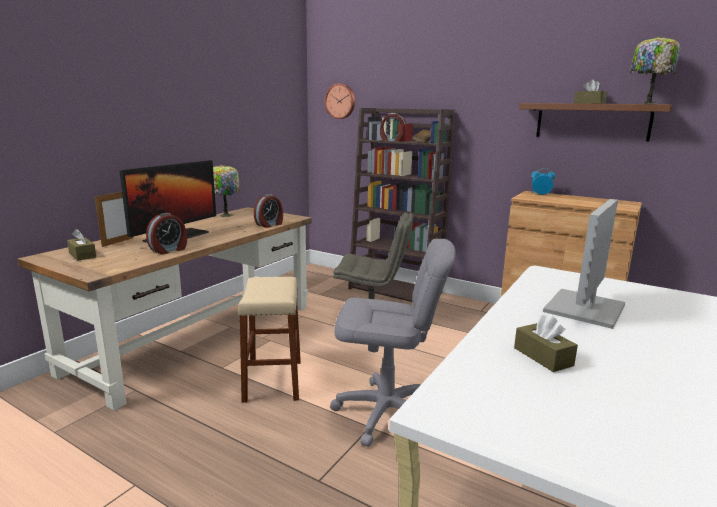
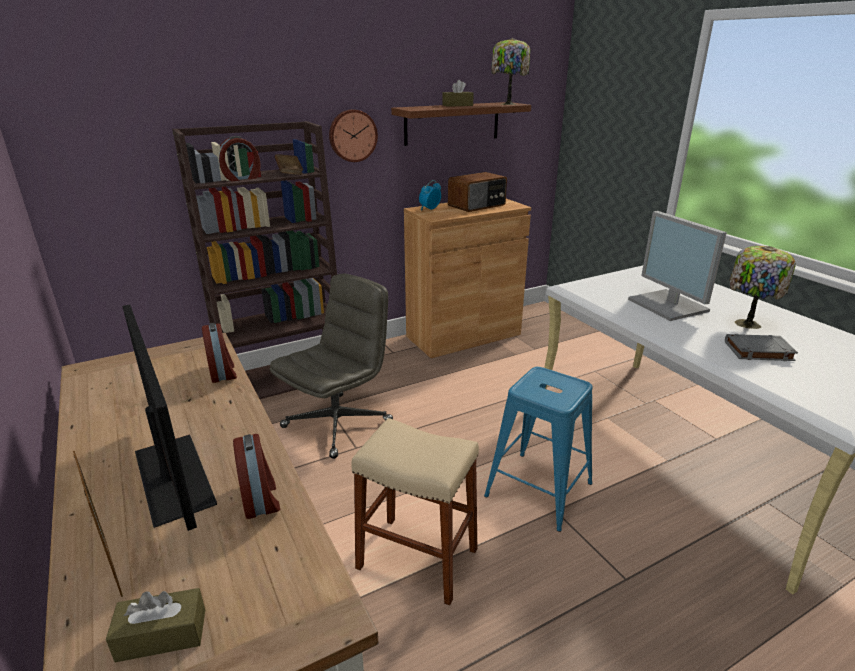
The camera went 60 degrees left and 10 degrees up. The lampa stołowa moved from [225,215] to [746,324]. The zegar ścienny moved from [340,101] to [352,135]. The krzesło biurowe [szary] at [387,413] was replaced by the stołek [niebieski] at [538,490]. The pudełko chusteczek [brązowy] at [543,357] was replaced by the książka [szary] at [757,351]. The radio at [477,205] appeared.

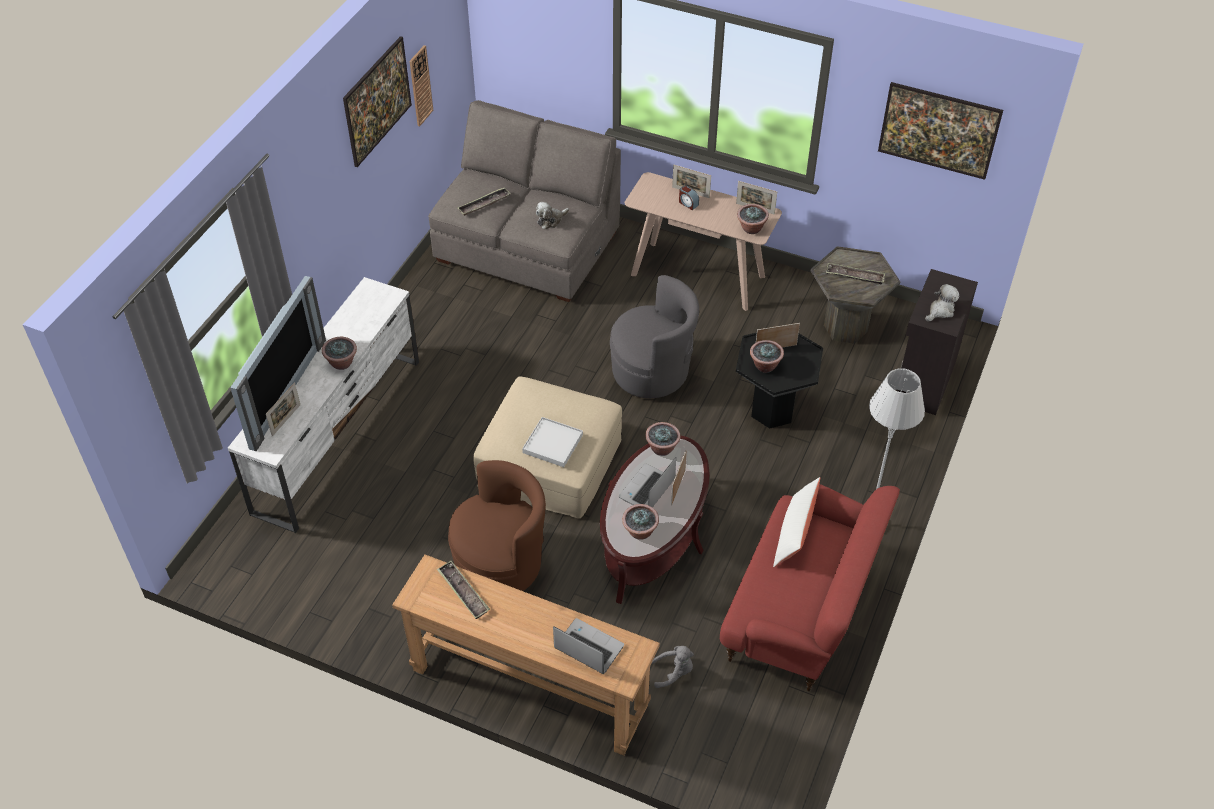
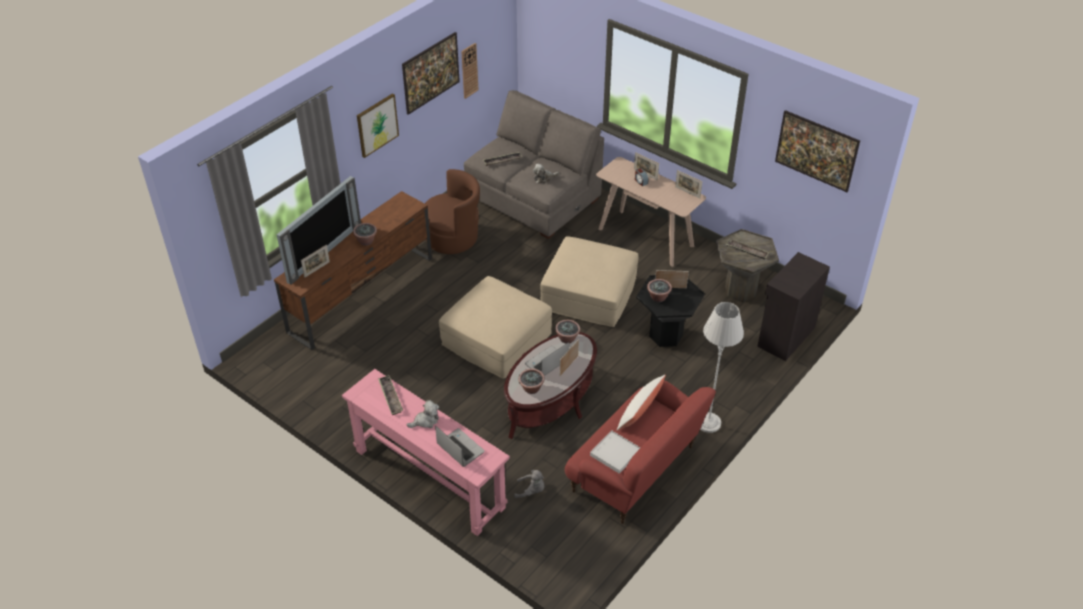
The camera went 15 degrees right and 5 degrees down. The szafka pod telewizor [biały] at [339,434] became the szafka pod telewizor [brązowy] at [362,294]. The stolik konsolowy [brązowy] at [529,687] became the stolik konsolowy [różowy] at [429,478]. The fotel [brązowy] moved from [500,563] to [453,238]. The taca [biały] moved from [553,444] to [615,453]. The fotel [szary] at [652,371] was replaced by the pufa [beżowy] at [589,294]. The roślina doniczkowa at [751,229] disappeared. The pluszak moved from [940,311] to [425,421]. The obraz at [377,125] appeared.

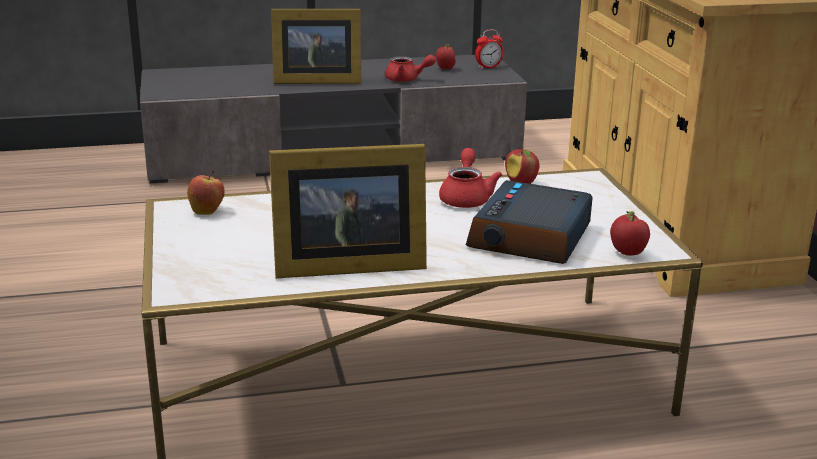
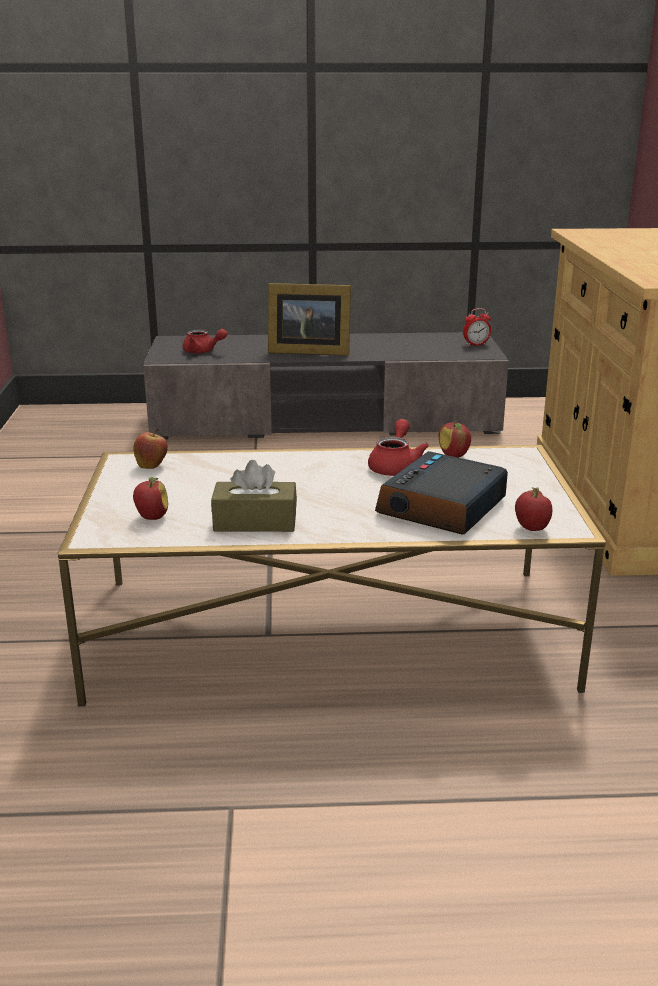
The camera went 10 degrees right and 0 degrees up. The ramka na zdjęcie at [344,265] was replaced by the pudełko chusteczek [brązowy] at [255,522]. The imbryk [czerwony] moved from [407,79] to [203,351]. The jabłko moved from [445,69] to [152,517].

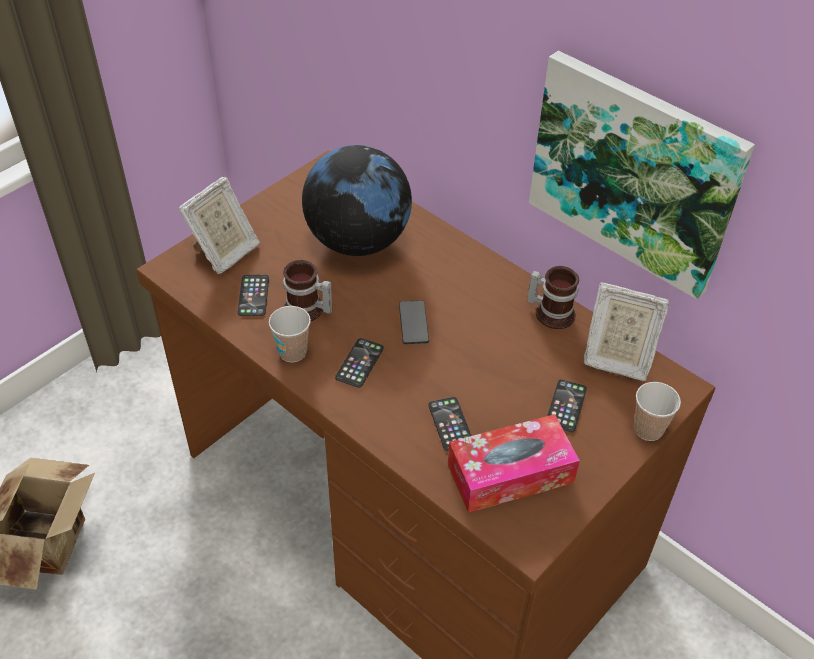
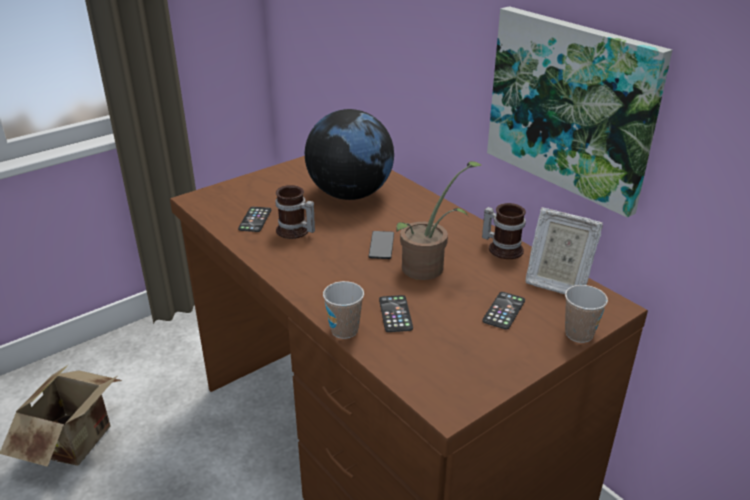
The camera went 10 degrees right and 15 degrees down. The ramka na zdjęcie at [224,253] disappeared. The filiżanka moved from [292,352] to [344,330]. The telefon at [359,363] disappeared. The pudełko chusteczek at [510,473] disappeared. The roślina doniczkowa at [429,267] appeared.

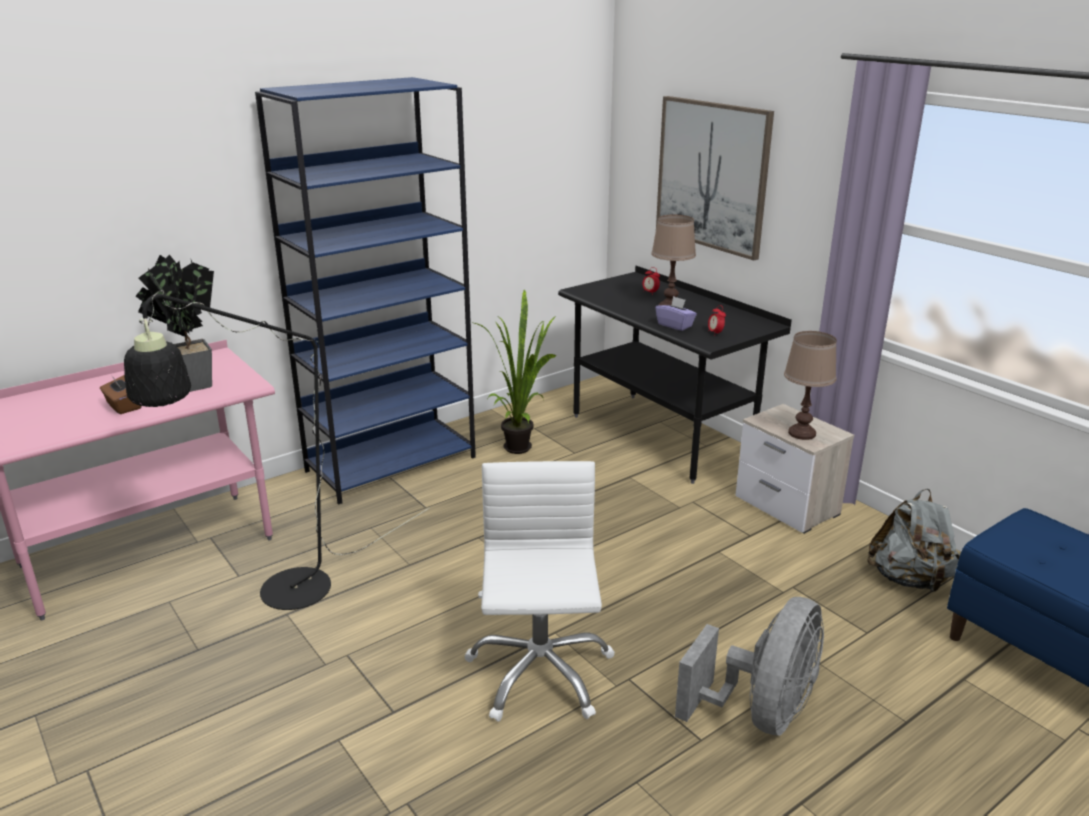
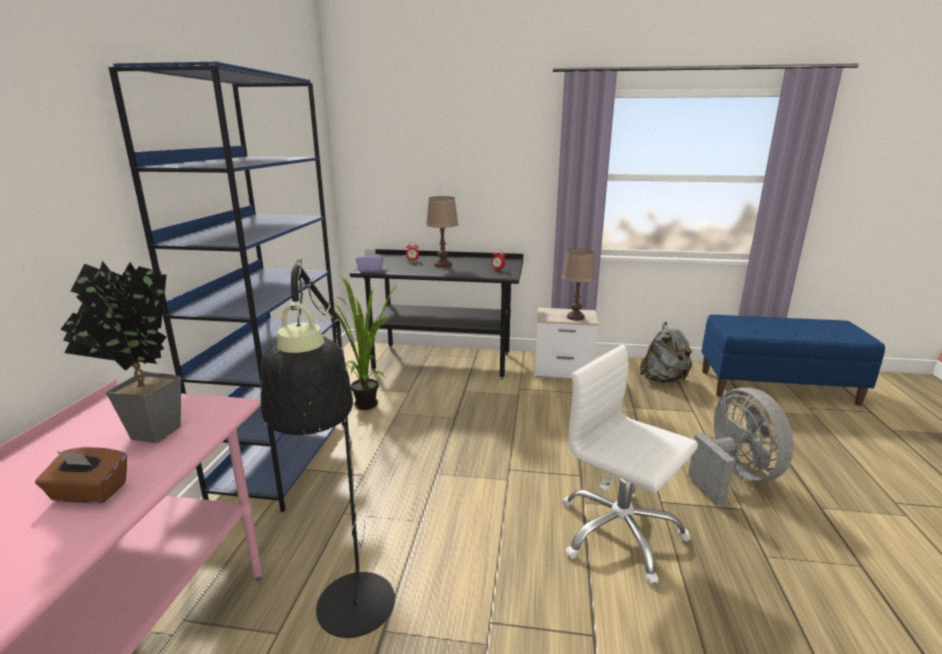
The camera went 45 degrees left and 5 degrees down. The pudełko chusteczek [fioletowy] moved from [675,325] to [370,269]. The obraz at [712,175] disappeared.

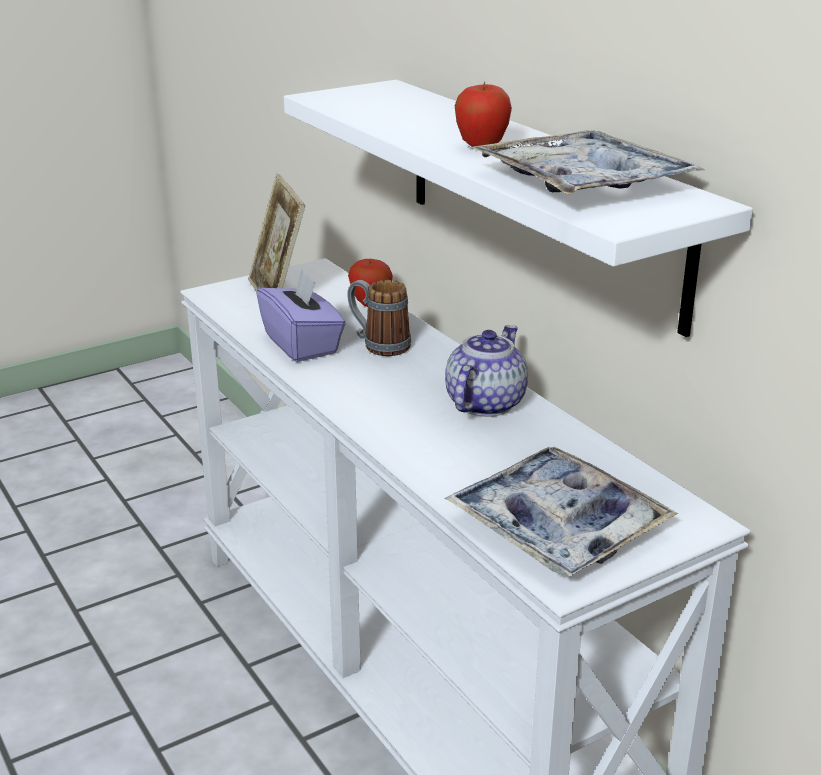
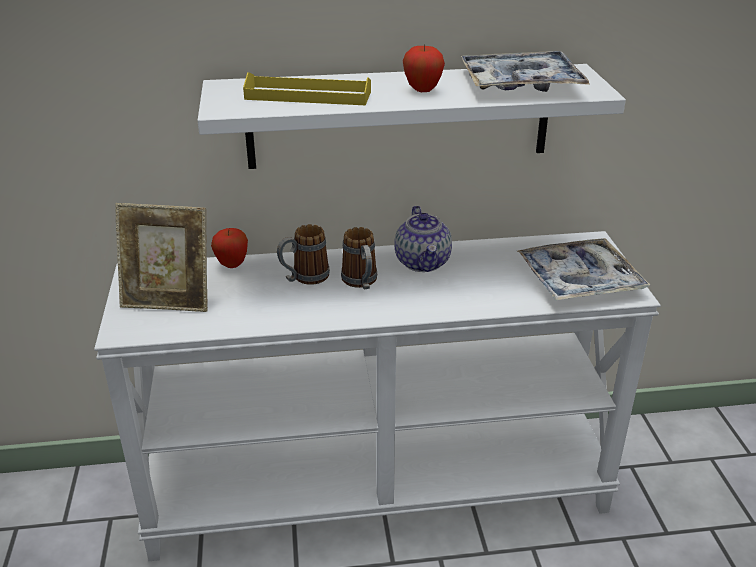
The camera went 65 degrees left and 5 degrees up. The pudełko chusteczek [fioletowy] at [302,344] disappeared. The imbryk at [484,403] turned 150 degrees counterclockwise. The taca [żółty] at [308,95] appeared. The kubek at [361,283] appeared.

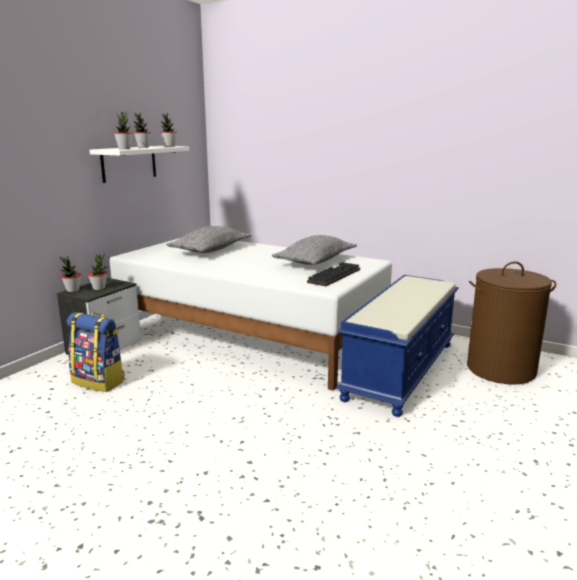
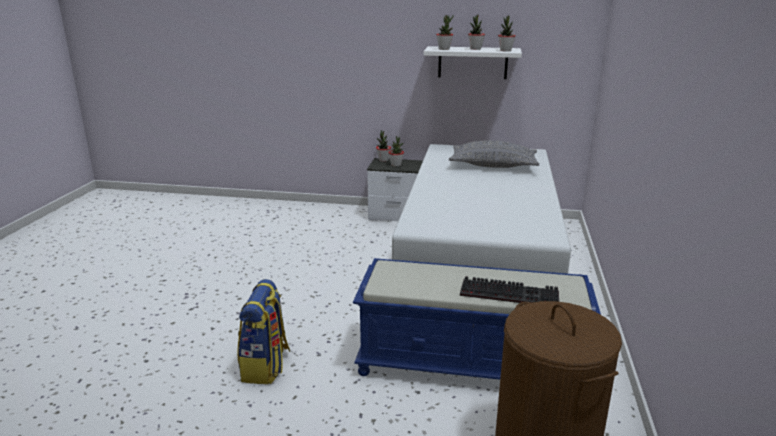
The camera went 70 degrees right and 5 degrees up. The plecak moved from [99,381] to [266,366]. The poduszka [szary] at [316,261] disappeared. The klawiatura moved from [334,275] to [511,294].

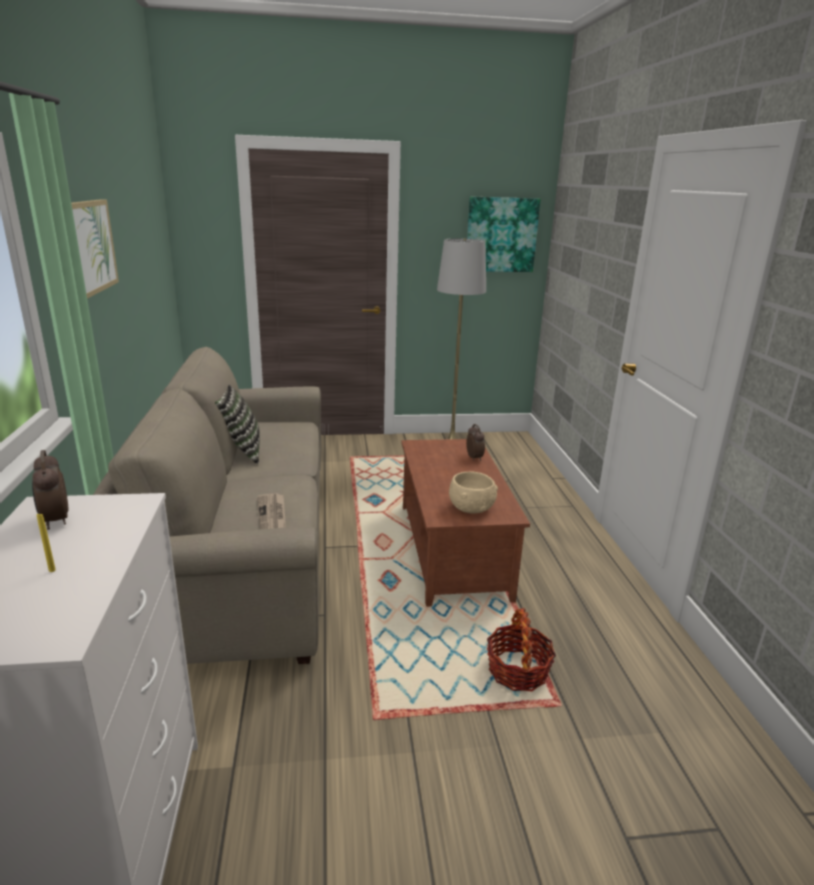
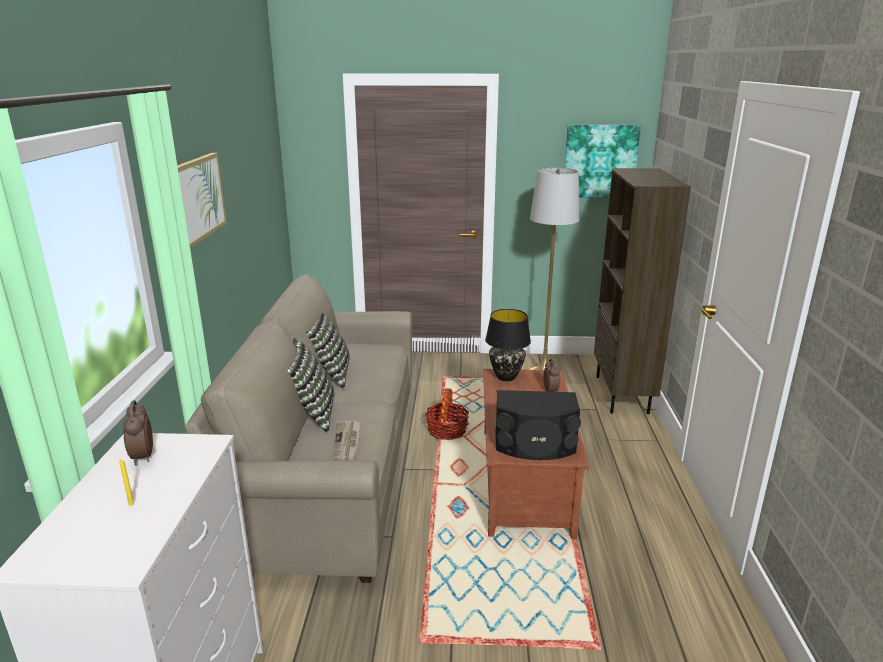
The camera went 10 degrees right and 0 degrees up. The miska [beżowy] at [471,507] was replaced by the głośnik [czarny] at [535,445]. The koszyk moved from [517,671] to [446,431]. The poduszka at [312,413] appeared. The lampa stołowa [czarny] at [506,377] appeared. The regał [brązowy] at [623,394] appeared.

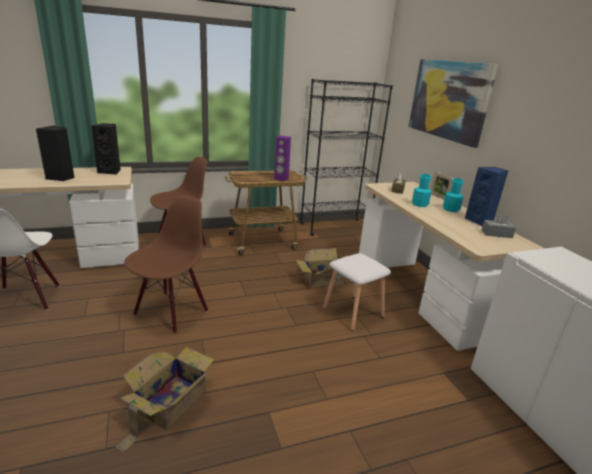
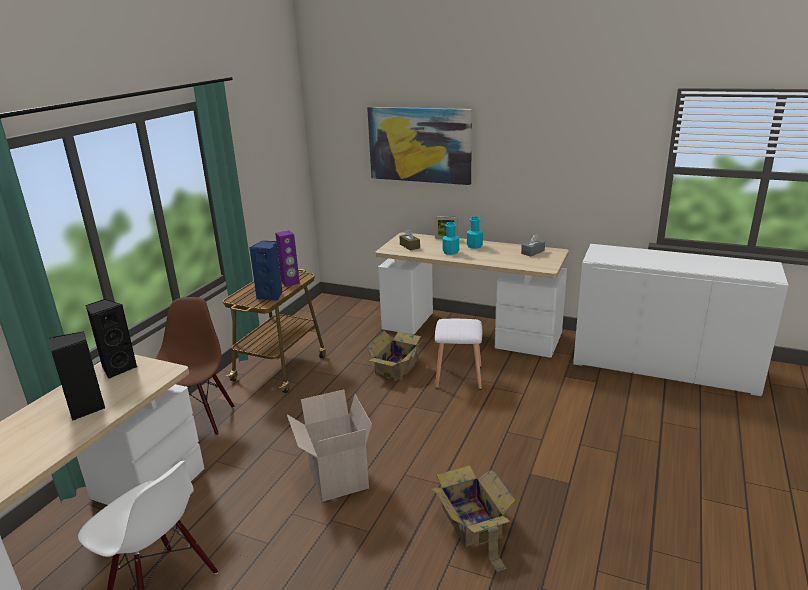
The camera went 45 degrees left and 0 degrees up. The krzesło [brązowy] at [171,311] was replaced by the karton at [336,477]. The regał [czarny] at [335,227] disappeared. The głośnik [niebieski] moved from [480,221] to [271,296].

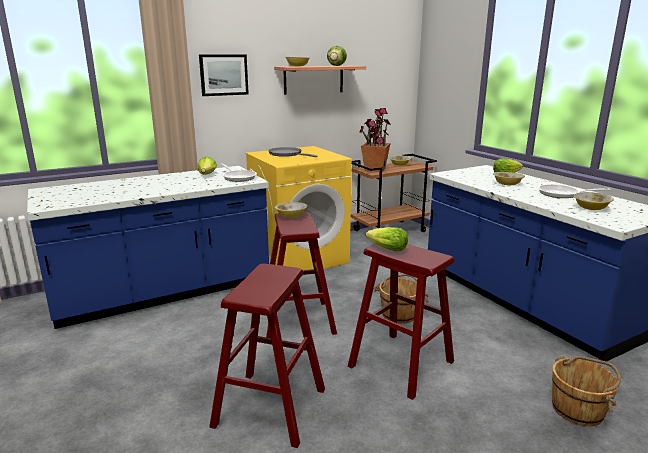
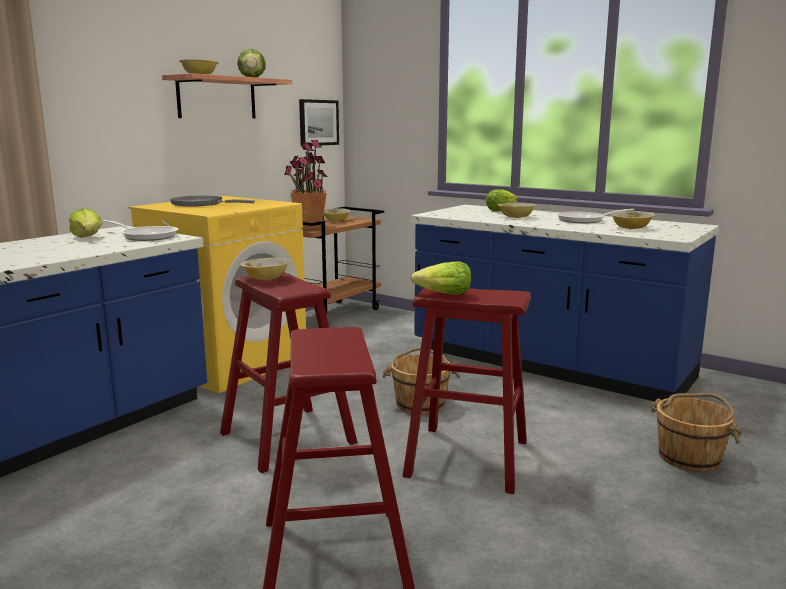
The camera went 25 degrees left and 5 degrees down. The obraz moved from [223,75] to [318,122].

